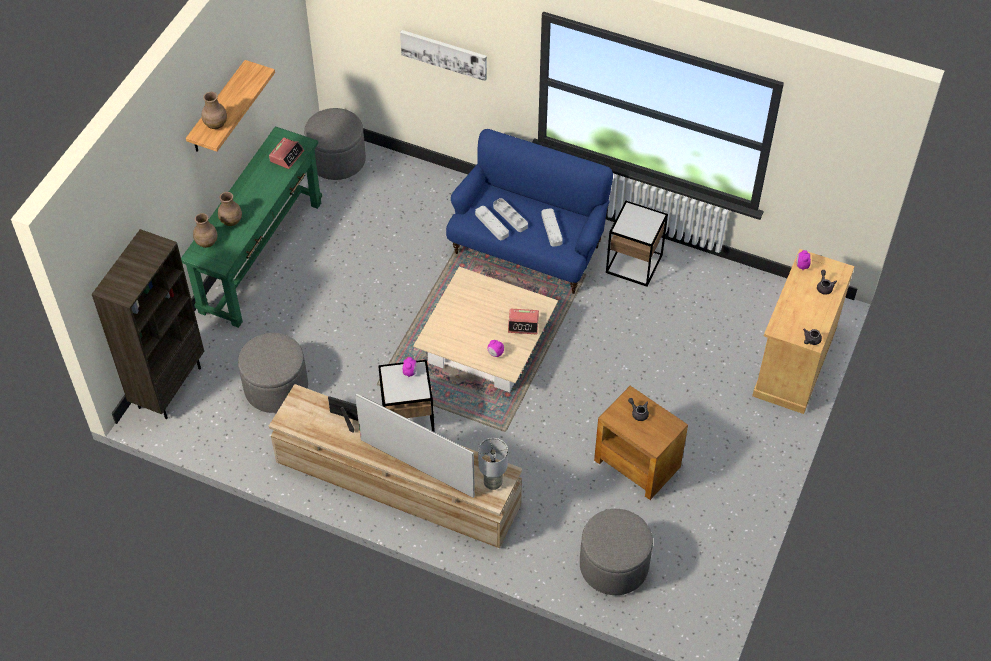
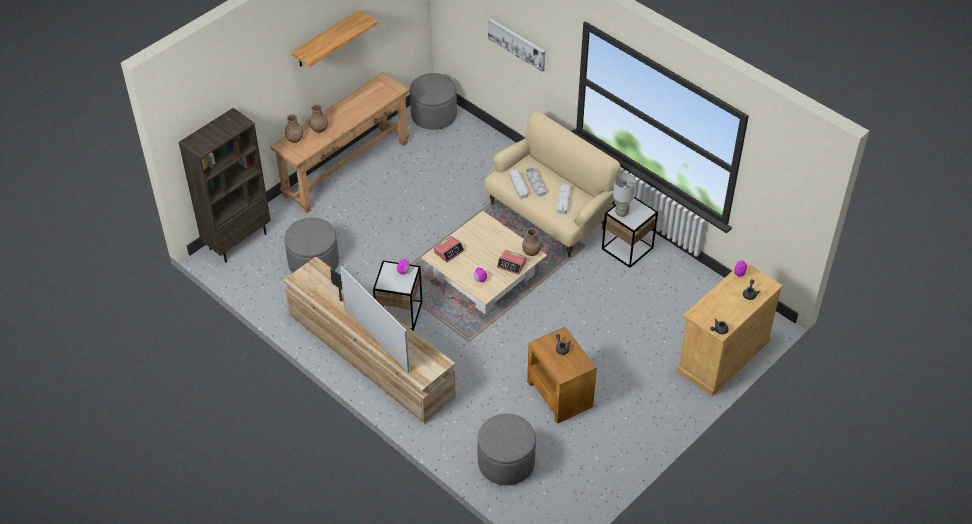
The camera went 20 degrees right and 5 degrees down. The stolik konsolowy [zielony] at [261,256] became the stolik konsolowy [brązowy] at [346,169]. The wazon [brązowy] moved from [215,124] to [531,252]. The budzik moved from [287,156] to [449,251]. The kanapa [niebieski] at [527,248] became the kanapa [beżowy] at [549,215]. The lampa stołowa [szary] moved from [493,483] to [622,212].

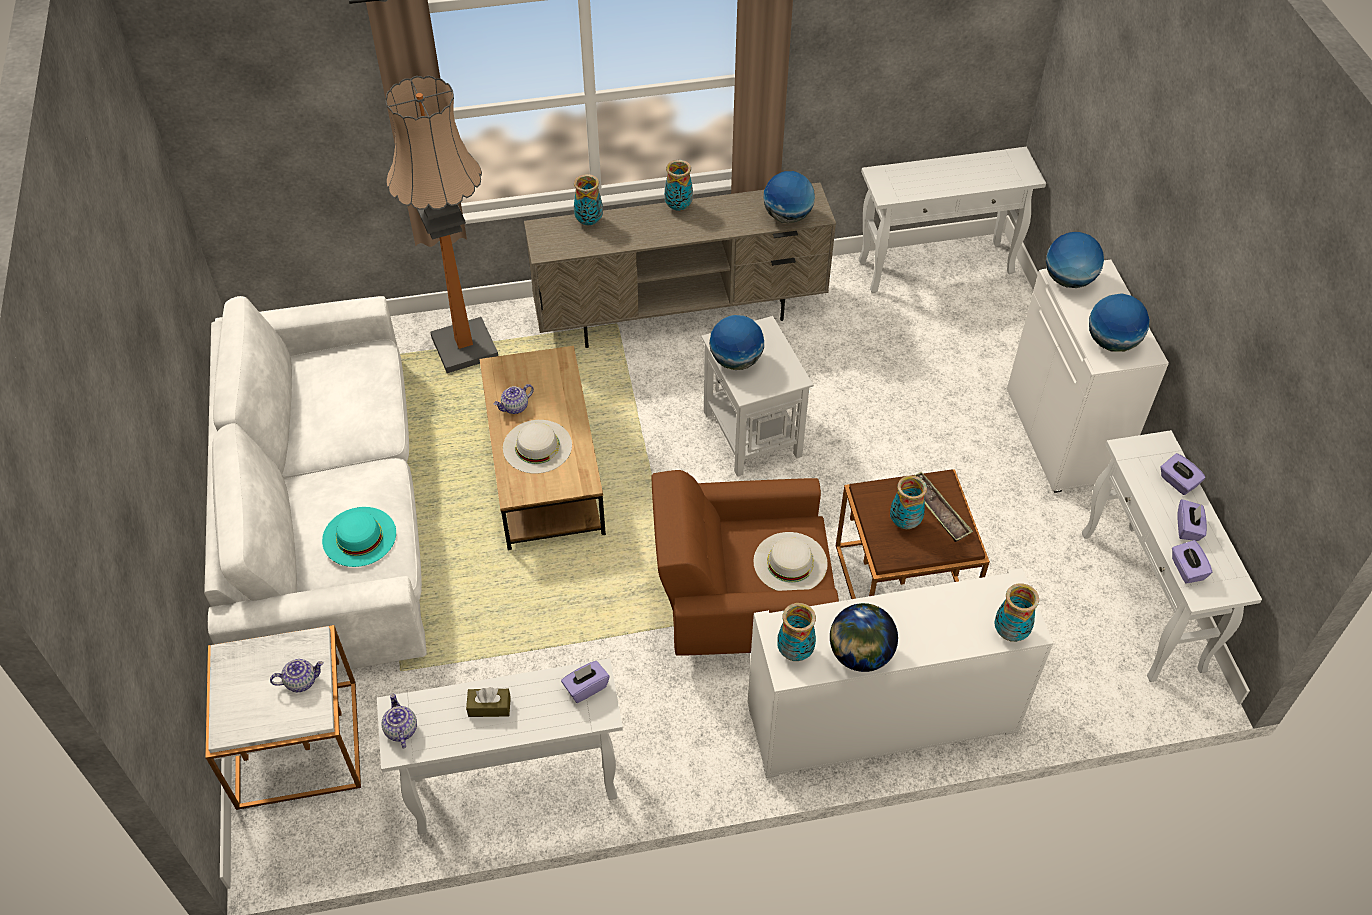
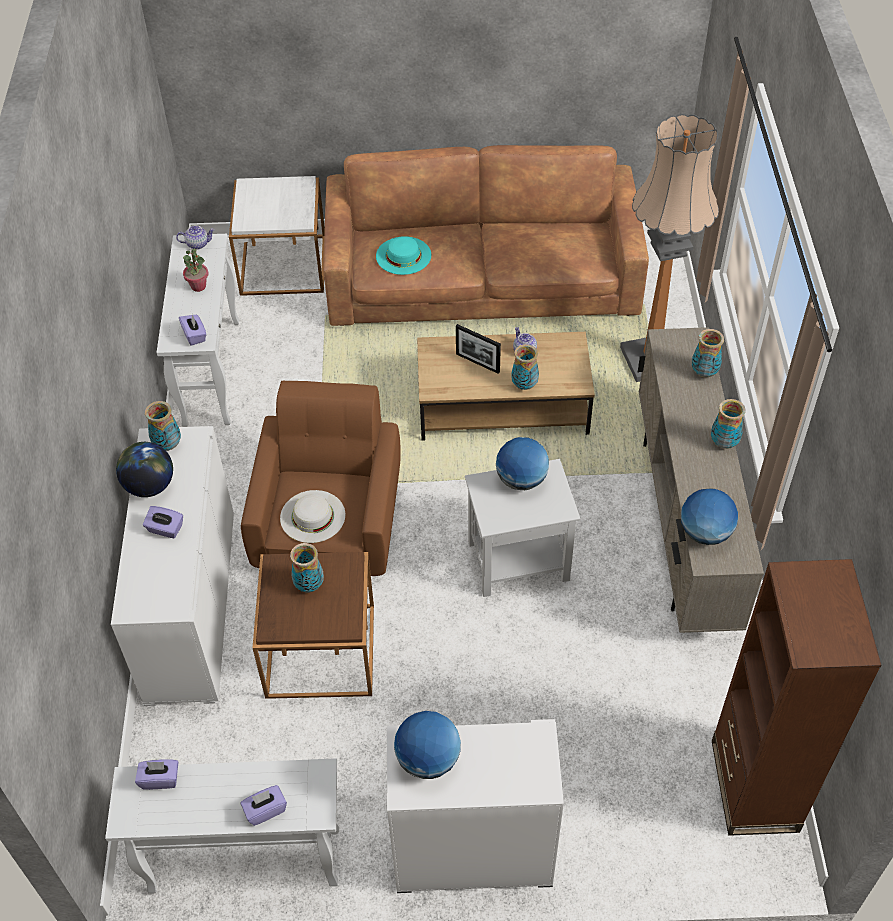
The camera went 100 degrees right and 0 degrees up. The kanapa [biały] at [329,510] became the kanapa [brązowy] at [482,277]. The imbryk at [301,681] disappeared. The pudełko chusteczek [brązowy] at [489,707] was replaced by the roślina doniczkowa at [198,286]. The kapelusz [biały] at [537,446] was replaced by the ramka na zdjęcie at [477,363]. The stolik konsolowy [biały] at [937,267] was replaced by the regał [brązowy] at [754,785]. The taca at [937,510] disappeared. The wazon moved from [1010,632] to [524,385]. The globus at [1068,280] disappeared. The pudełko chusteczek [fioletowy] moved from [1188,528] to [165,529].

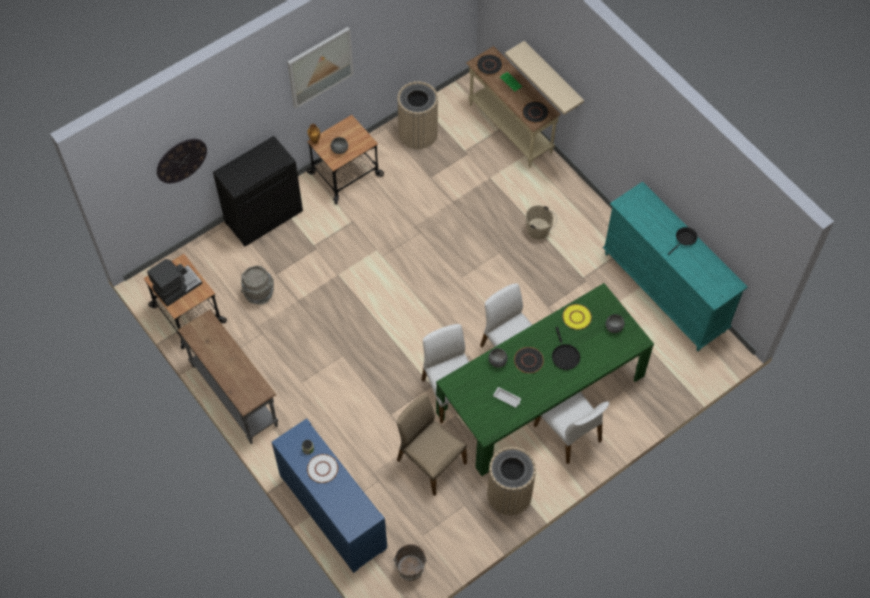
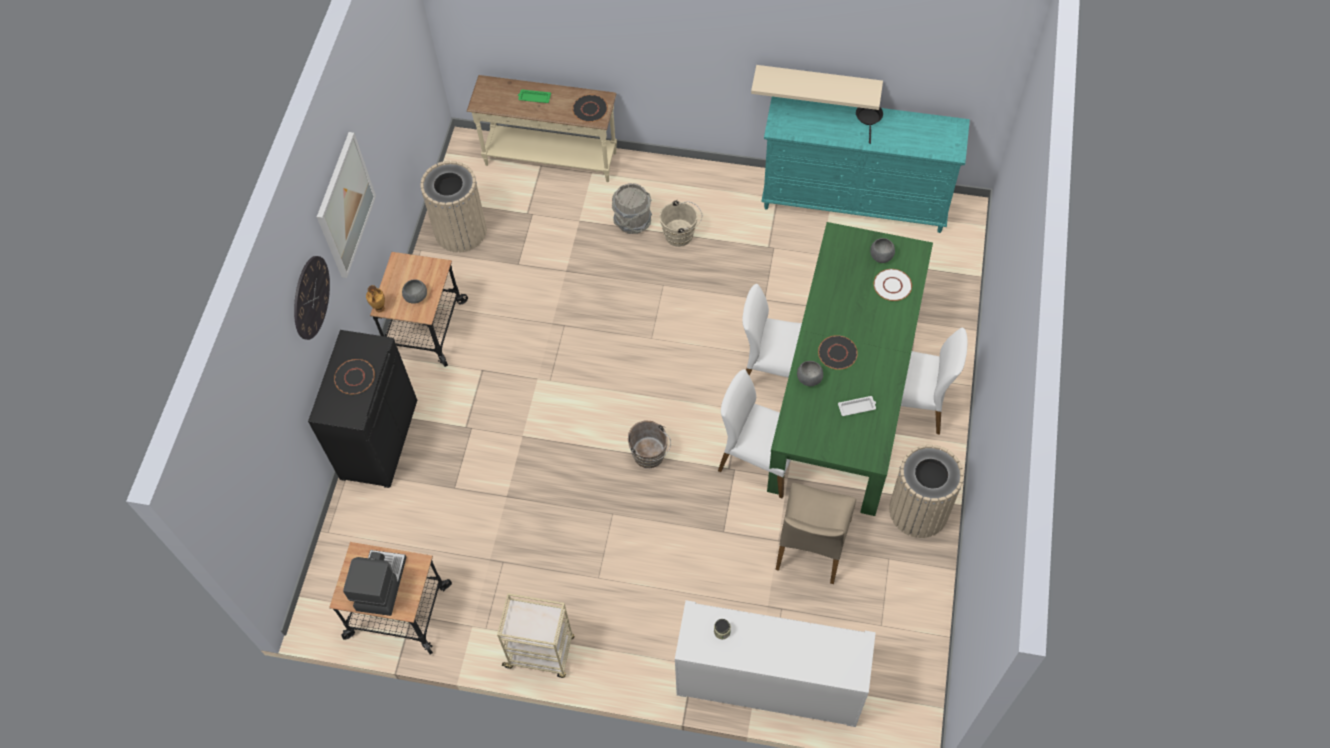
The camera went 40 degrees left and 0 degrees up. The zegar ścienny moved from [181,160] to [311,297]. The stolik konsolowy [szary] at [235,395] was replaced by the wózek [beżowy] at [541,652]. The wiadro [szary] moved from [259,293] to [633,221]. The szafka [niebieski] at [332,511] became the szafka [biały] at [769,683]. The talerz [biały] moved from [322,468] to [892,285]. The wiadro [brązowy] moved from [410,571] to [650,456]. The krzesło [beżowy] at [430,461] turned 75 degrees counterclockwise. The talerz [czarny] moved from [489,65] to [354,377]. The półka [beżowy] moved from [553,76] to [818,82]. The patelnia [czarny] at [565,356] disappeared. The talerz [żółty] at [577,317] disappeared.

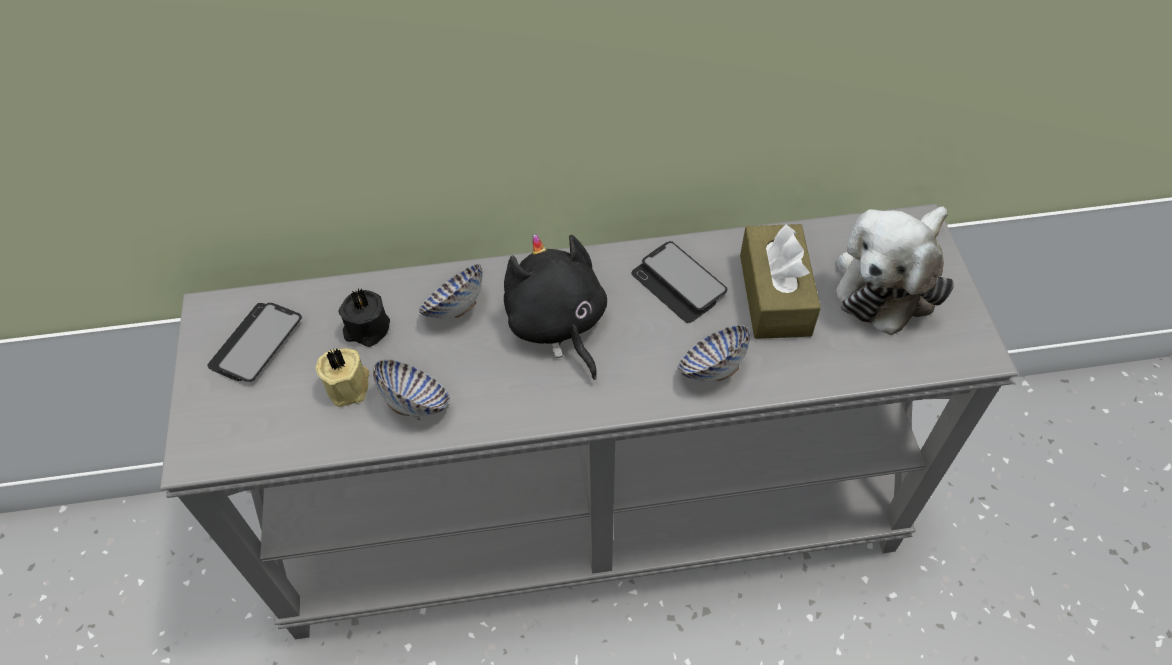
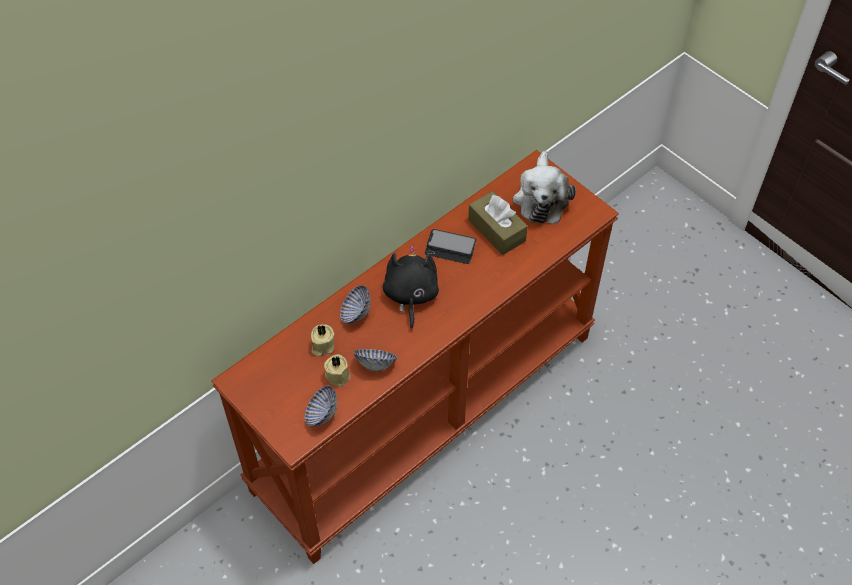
The camera went 35 degrees left and 0 degrees up. The stolik konsolowy [szary] at [591,516] became the stolik konsolowy [brązowy] at [425,409]. The telefon at [256,343] disappeared. The świeca [czarny] at [366,329] became the świeca [beżowy] at [322,346]. The pluszak [czarny] at [557,324] turned 60 degrees clockwise. The miska moved from [711,368] to [321,414].

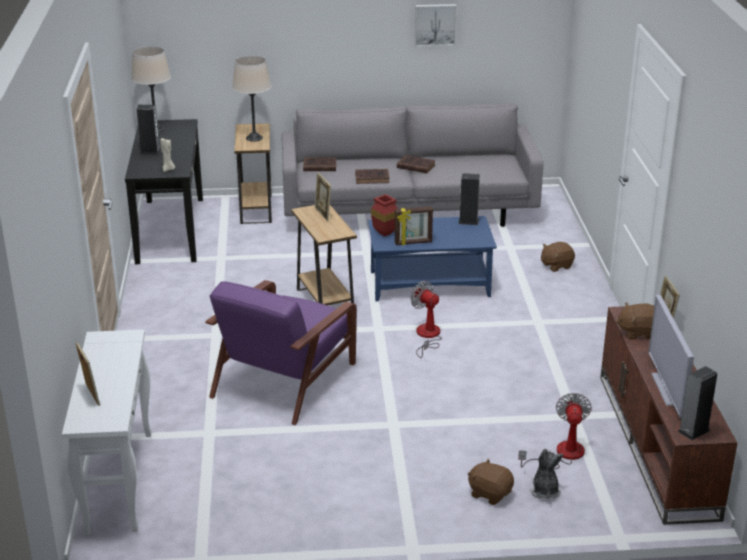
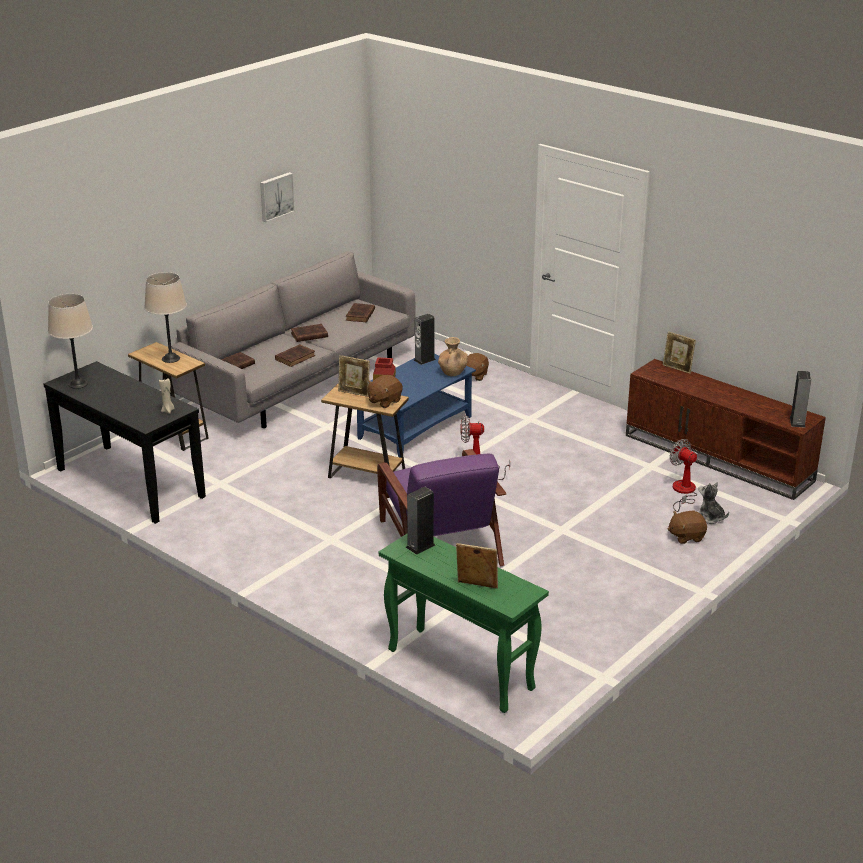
The camera went 45 degrees left and 0 degrees up. The stolik konsolowy [biały] at [119,480] became the stolik konsolowy [zielony] at [459,669]. The głośnik moved from [150,151] to [420,546]. The ramka na zdjęcie at [413,243] disappeared. The pluszak [brązowy] moved from [638,332] to [384,401]. The telewizor at [668,389] disappeared. The książka [brązowy] at [360,315] appeared. The wazon [brązowy] at [452,372] appeared.

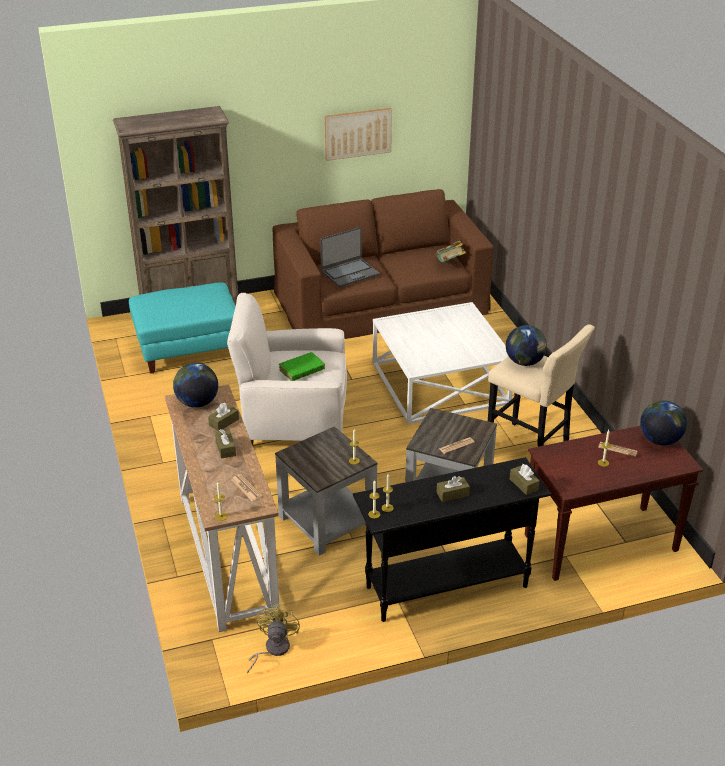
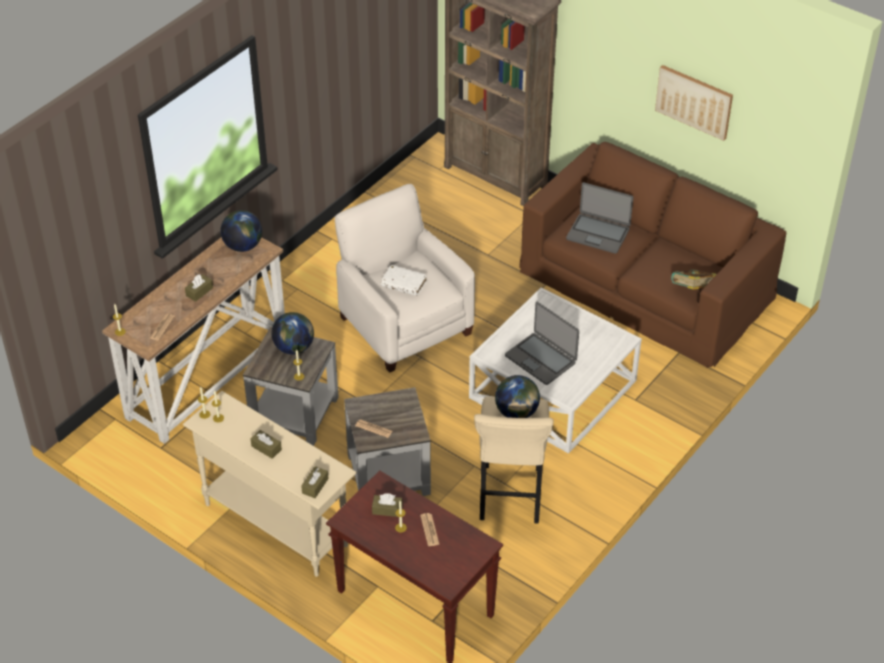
The camera went 55 degrees right and 10 degrees up. The pufa [turkusowy] at [188,349] disappeared. The pudełko chusteczek [brązowy] moved from [224,422] to [387,510]. The wentylator [żółty] at [272,649] disappeared. The książka [zielony] at [302,370] became the książka [biały] at [404,284]. The stolik konsolowy [czarny] at [446,586] became the stolik konsolowy [beżowy] at [276,524]. The globus moved from [659,440] to [294,347]. The laptop at [541,359] appeared.

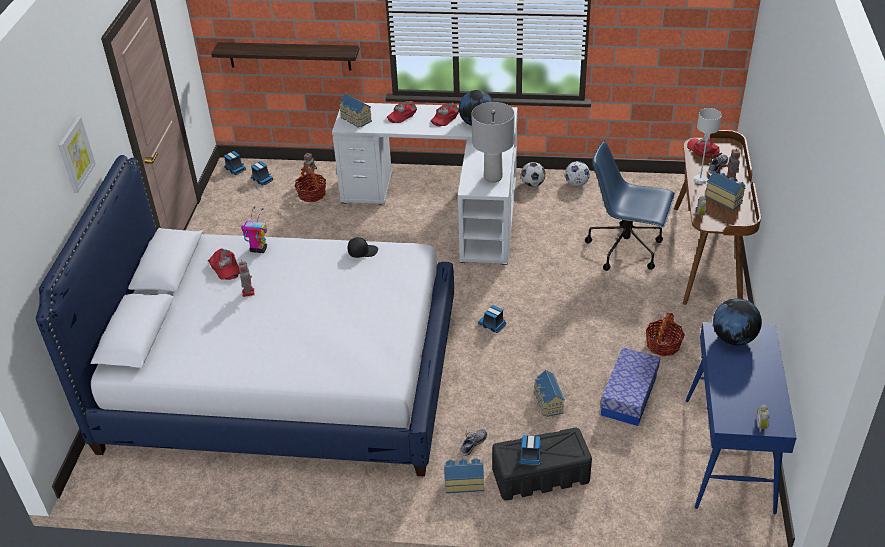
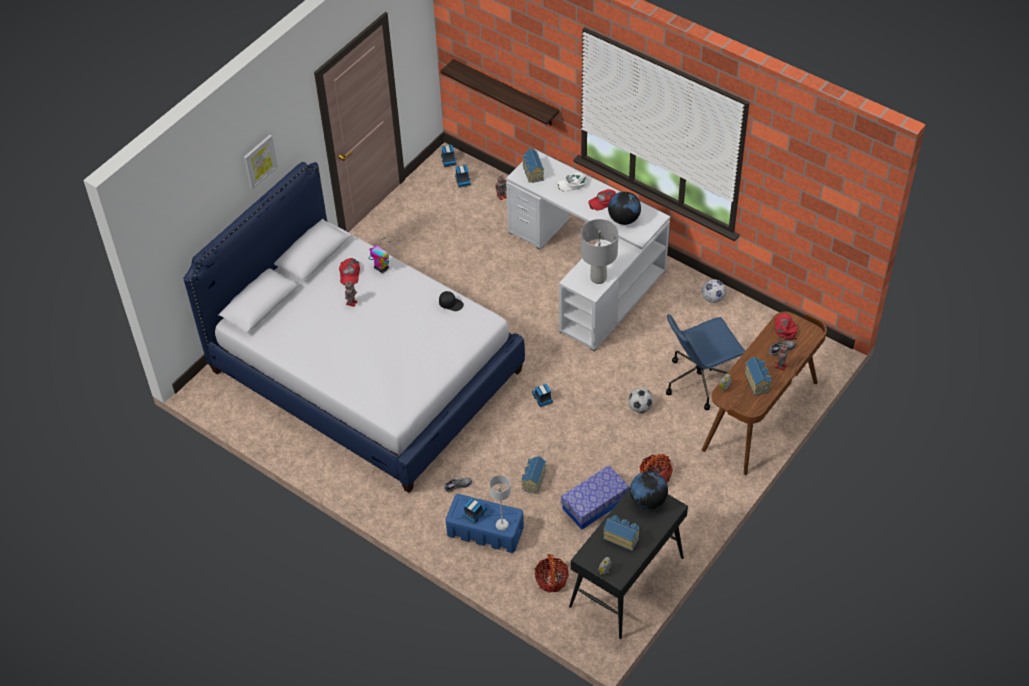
The camera went 30 degrees right and 10 degrees up. The koszyk moved from [312,194] to [551,580]. The czapka z daszkiem [czerwony] at [402,114] became the czapka z daszkiem [biały] at [572,183]. The domek moved from [463,482] to [621,537]. The pojemnik do przechowywania [czarny] at [540,475] became the pojemnik do przechowywania [niebieski] at [484,531]. The piłka futbolowa moved from [532,184] to [640,407]. The krzesło biurowe [niebieski] at [626,249] turned 75 degrees counterclockwise. The stolik konsolowy [niebieski] at [729,455] became the stolik konsolowy [czarny] at [626,583]. The lampa stołowa [szary] moved from [700,180] to [502,525].

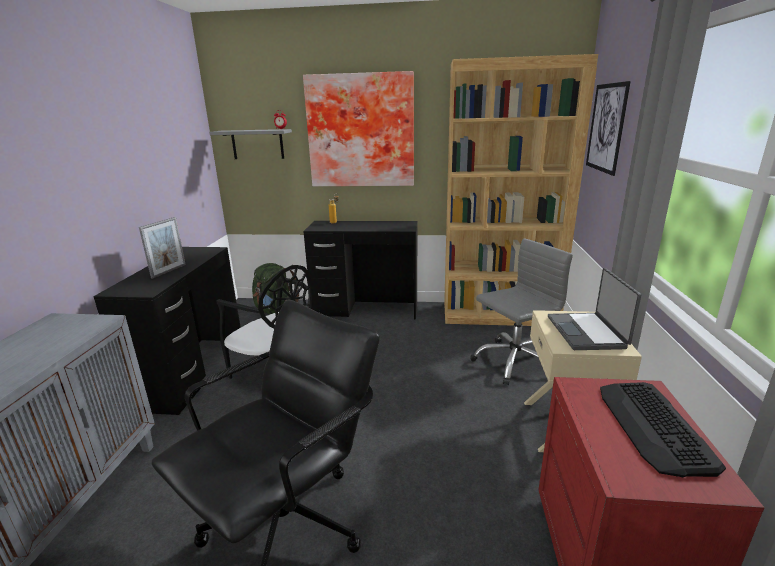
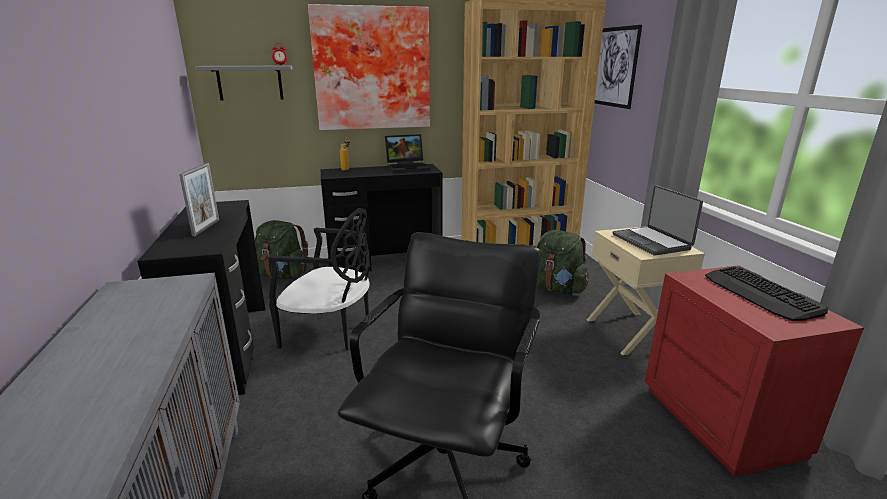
The camera went 20 degrees left and 0 degrees up. The krzesło biurowe [szary] at [514,362] was replaced by the plecak [zielony] at [557,288]. The laptop at [408,167] appeared.

